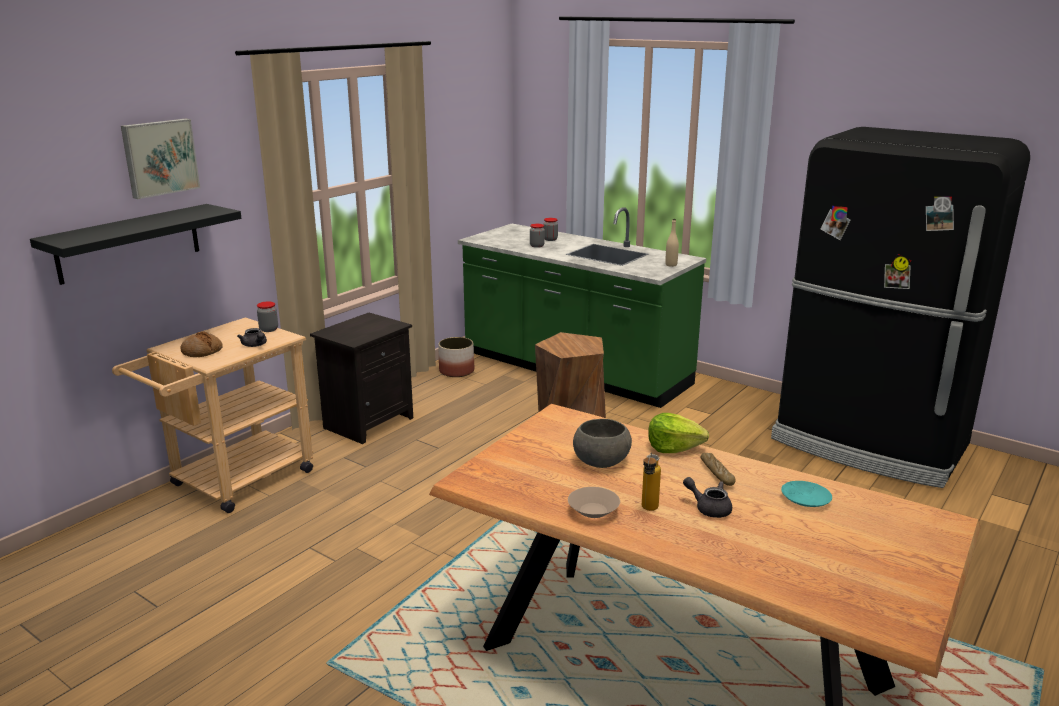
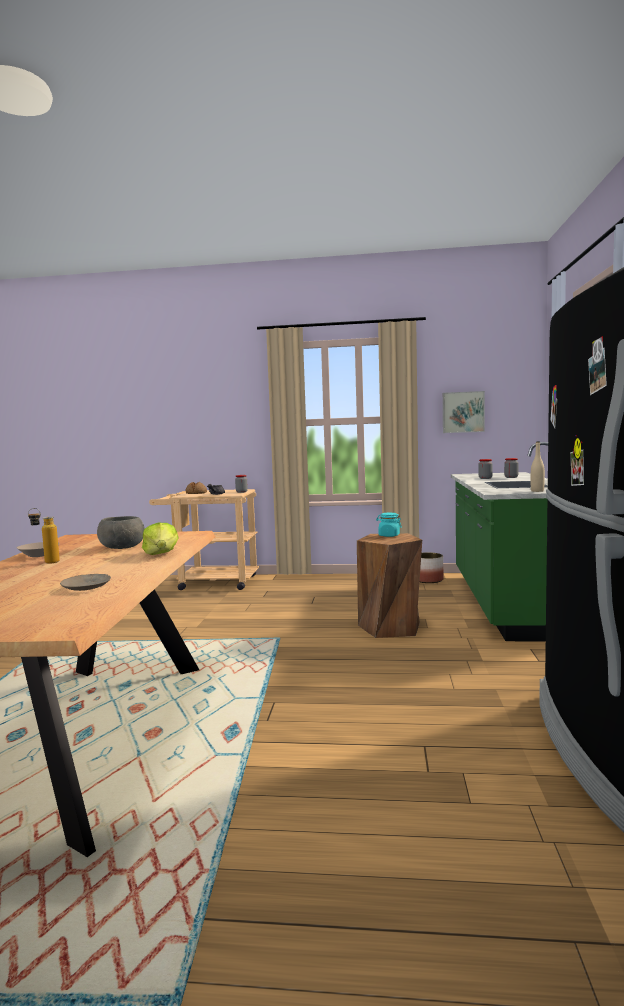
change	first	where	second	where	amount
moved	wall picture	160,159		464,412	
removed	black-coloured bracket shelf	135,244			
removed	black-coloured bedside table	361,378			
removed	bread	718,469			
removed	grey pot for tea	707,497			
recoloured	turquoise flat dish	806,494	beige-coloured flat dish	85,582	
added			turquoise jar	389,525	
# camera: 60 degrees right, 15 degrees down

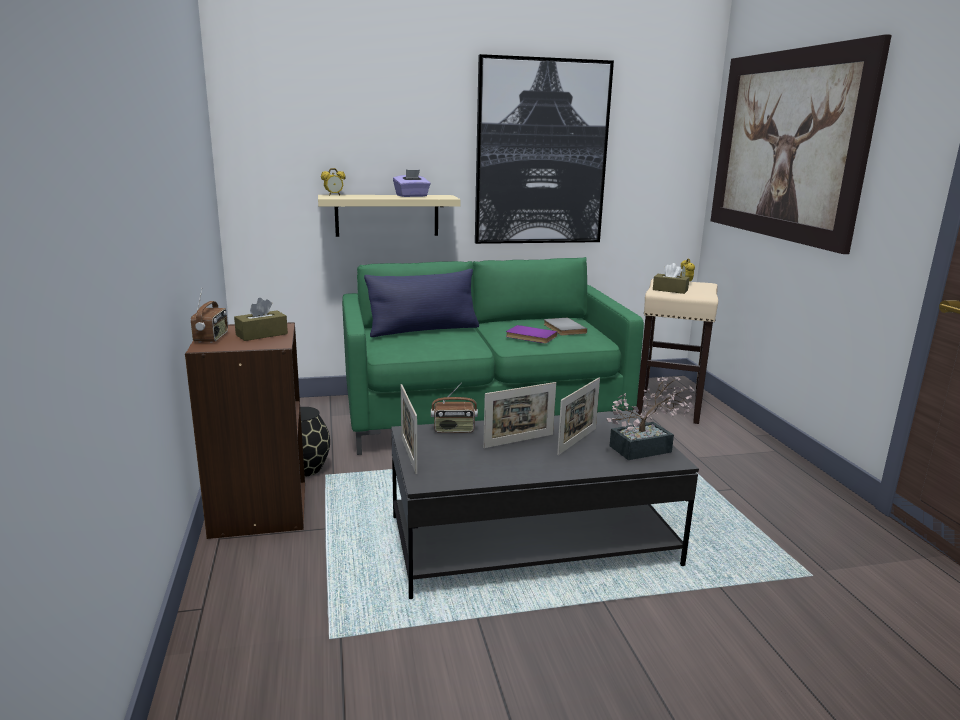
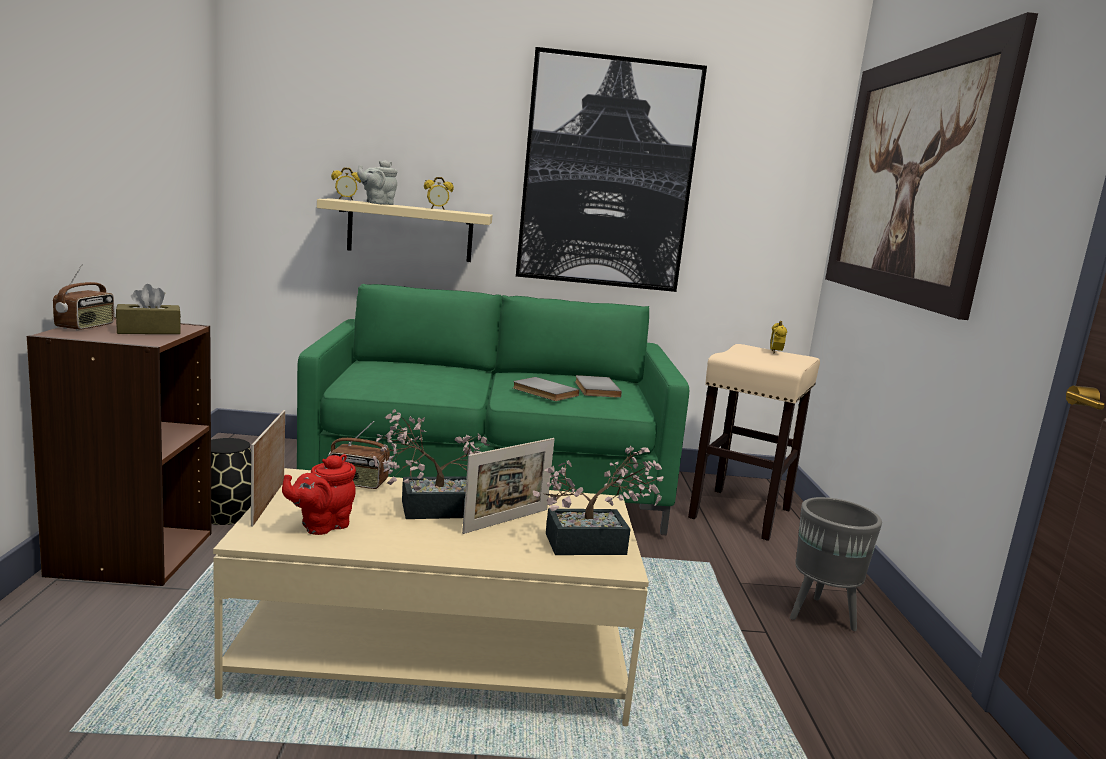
change	first	where	second	where	amount
replaced	purple-coloured tissue holder	412,183	table clock	439,193	
removed	brownish tissue holder	671,278			
removed	bluish cushion	421,303			
recoloured	purple-coloured bound book	532,334	grey bound book	546,389	
replaced	standing frame	519,415	houseplant	431,464	
recoloured	black-coloured coffee table	545,504	beige-coloured coffee table	431,597	
added			grey pot for tea	377,182	
added			red-coloured pot for tea	319,494	
added			grey plant pot	836,564	
# camera: 10 degrees right, 5 degrees down

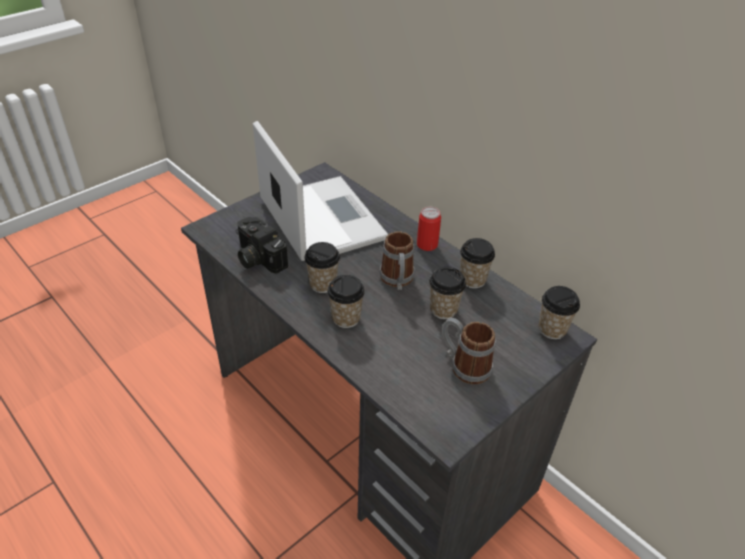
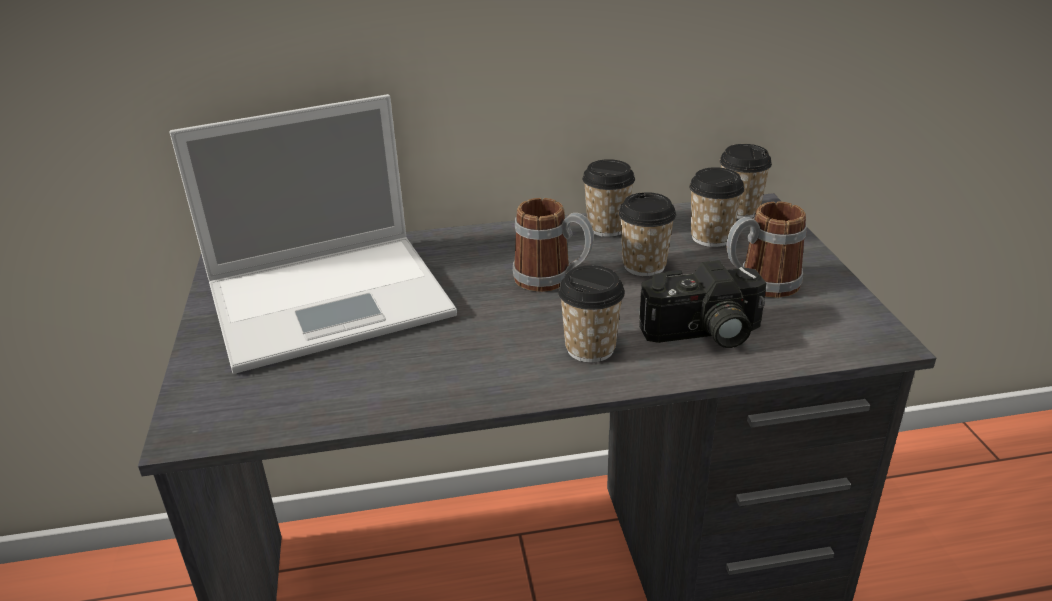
change	first	where	second	where	amount
turned	notebook computer	321,191		313,234	150 degrees clockwise
removed	metal can	429,229			
moved	photo camera	262,245		702,304	
moved	cup	322,267		716,207	
# camera: 55 degrees left, 10 degrees down

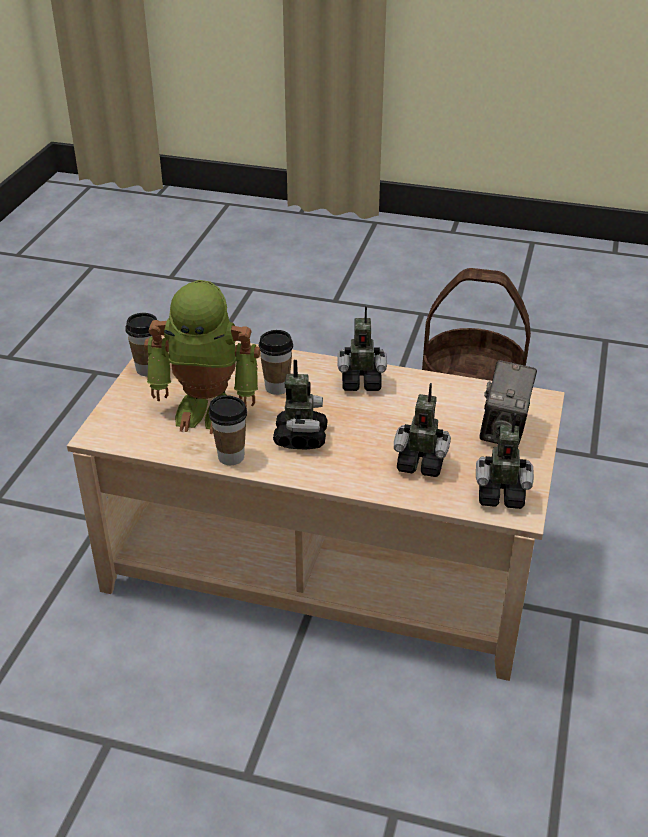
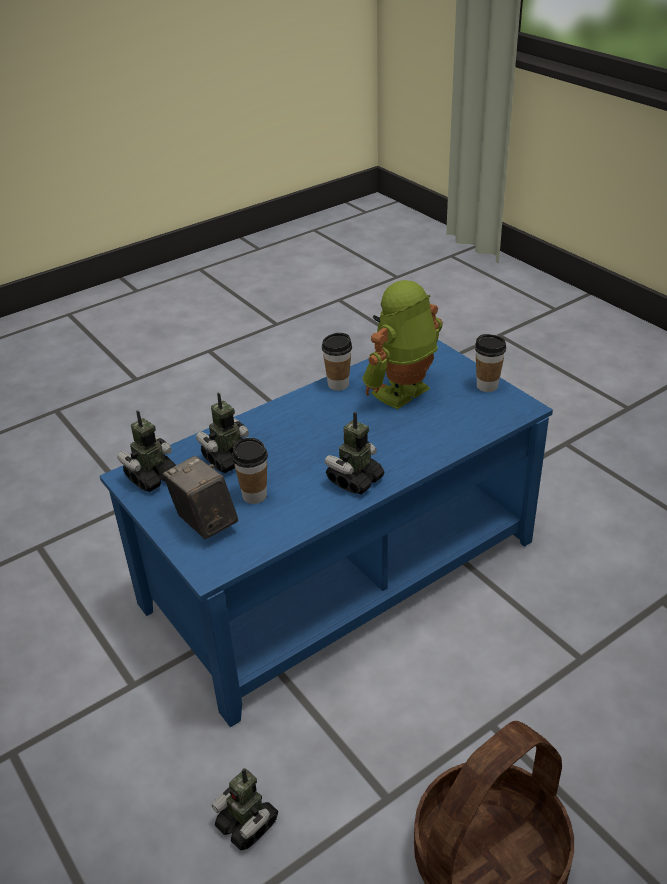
change	first	where	second	where	amount
moved	cup	275,362		250,471	
recoloured	beige-coloured coffee table	316,508	bluish coffee table	326,533	
moved	model robot	300,404		245,809	
# camera: 130 degrees right, 0 degrees up

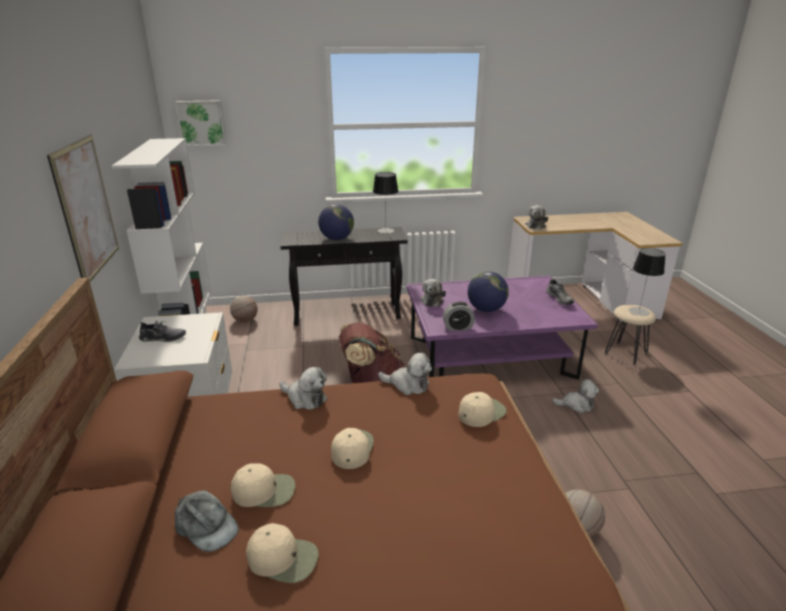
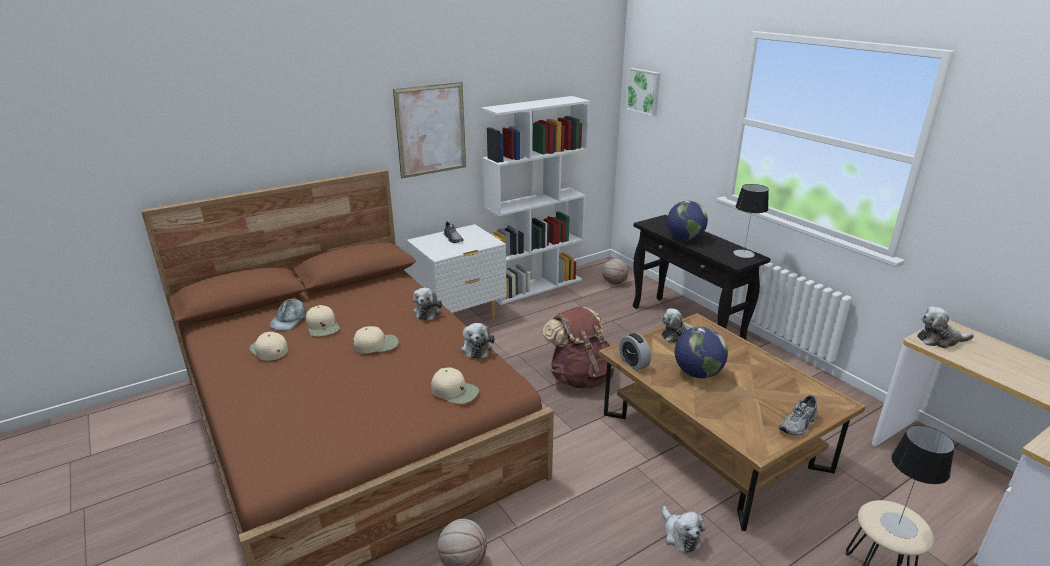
change	first	where	second	where	amount
recoloured	purple-coloured coffee table	502,328	brownish coffee table	732,422	
turned	beige-coloured peaked cap	282,553		269,346	150 degrees clockwise
# camera: 65 degrees right, 0 degrees up

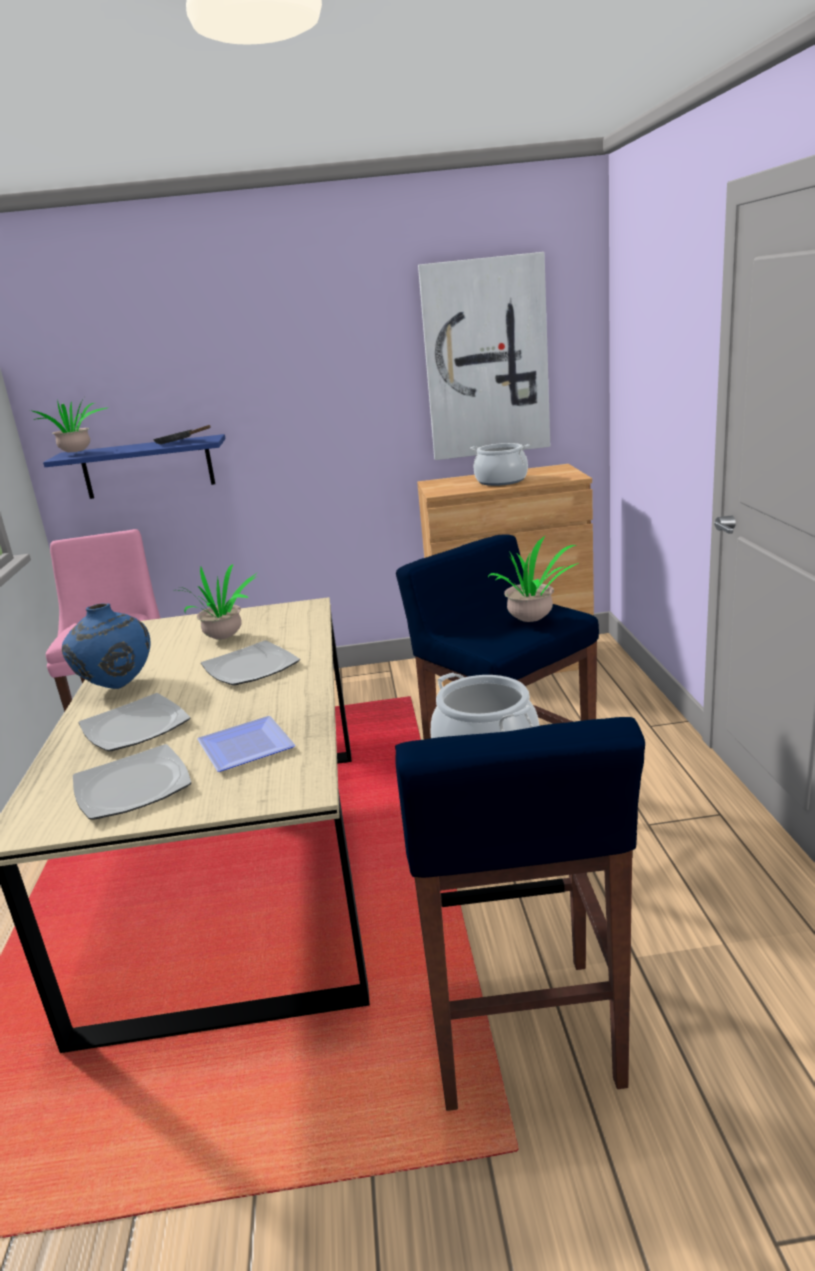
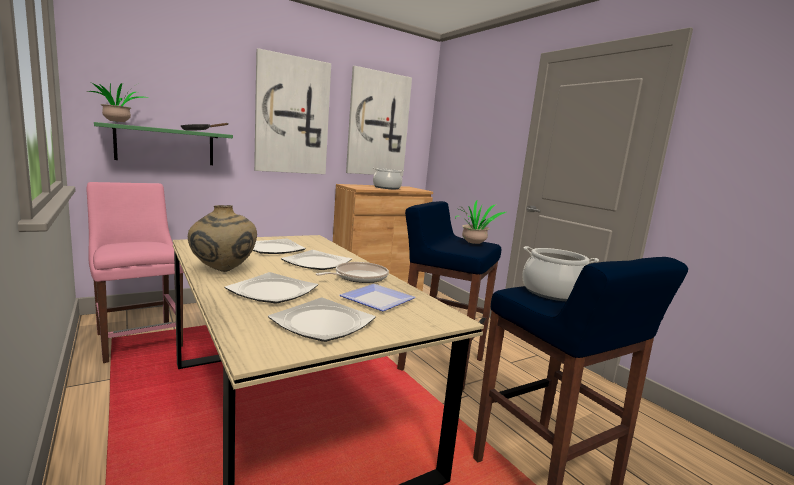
change	first	where	second	where	amount
recoloured	bluish bracket shelf	134,466	green bracket shelf	163,143	
replaced	houseplant	218,602	flat dish	279,246	
recoloured	bluish decorative vase	106,646	beige-coloured decorative vase	222,238	
added			wall picture	292,111	
added			frying pan	352,272	
# camera: 30 degrees left, 10 degrees down

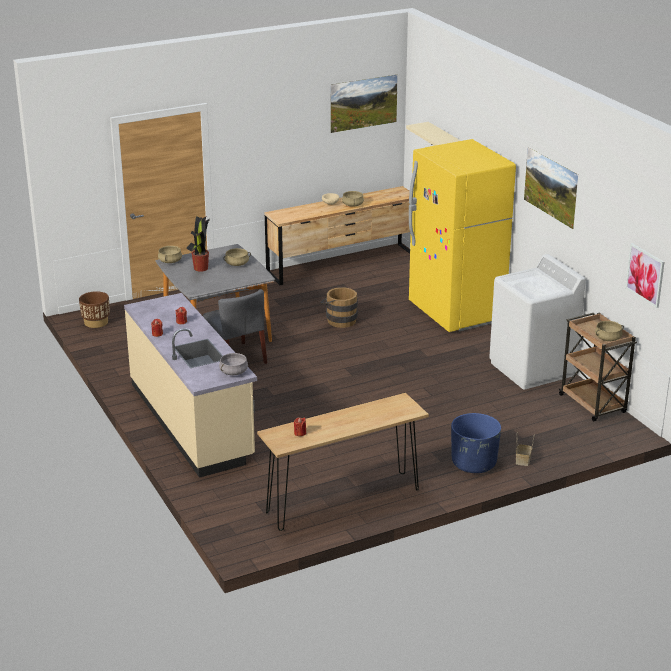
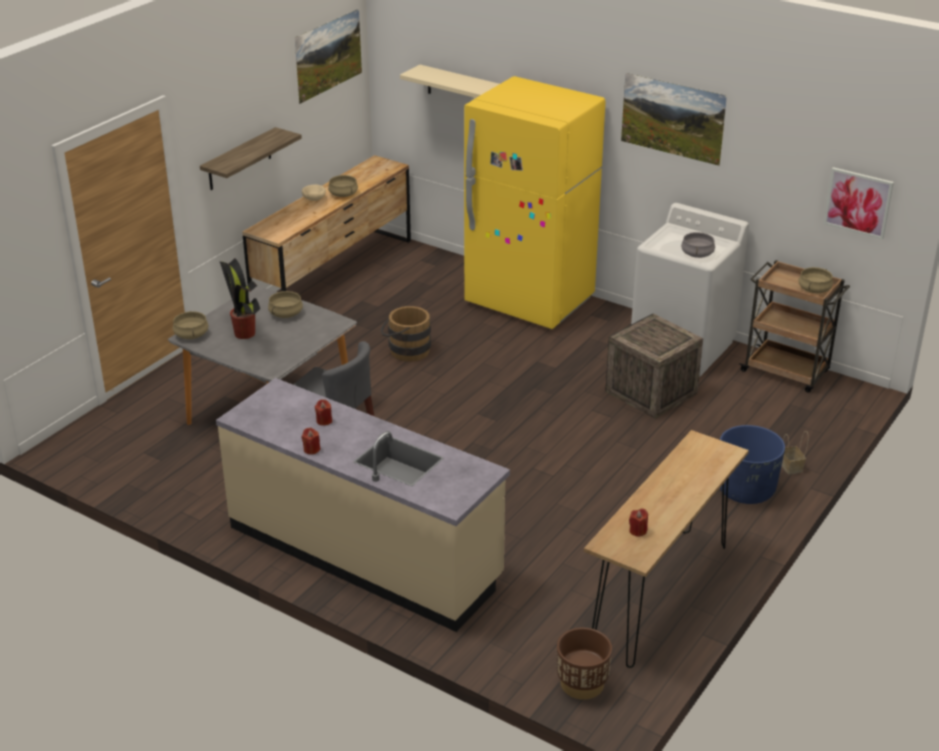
change	first	where	second	where	amount
moved	brownish plant pot	94,309		584,664	
moved	grey stockpot	233,364		698,245	
added			bracket shelf	251,158	
added			crate	654,366	
# camera: 30 degrees left, 5 degrees up

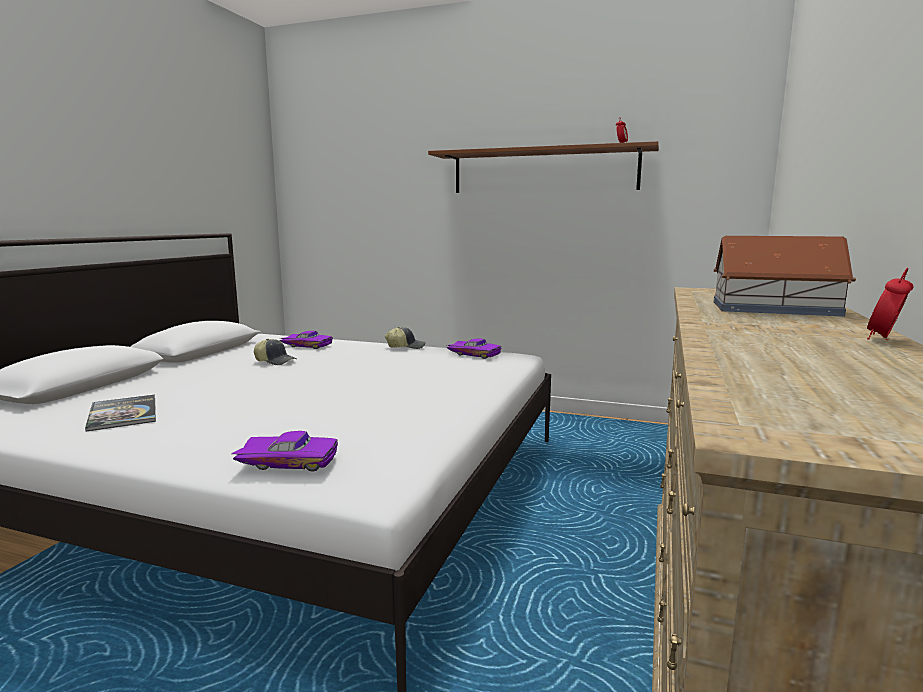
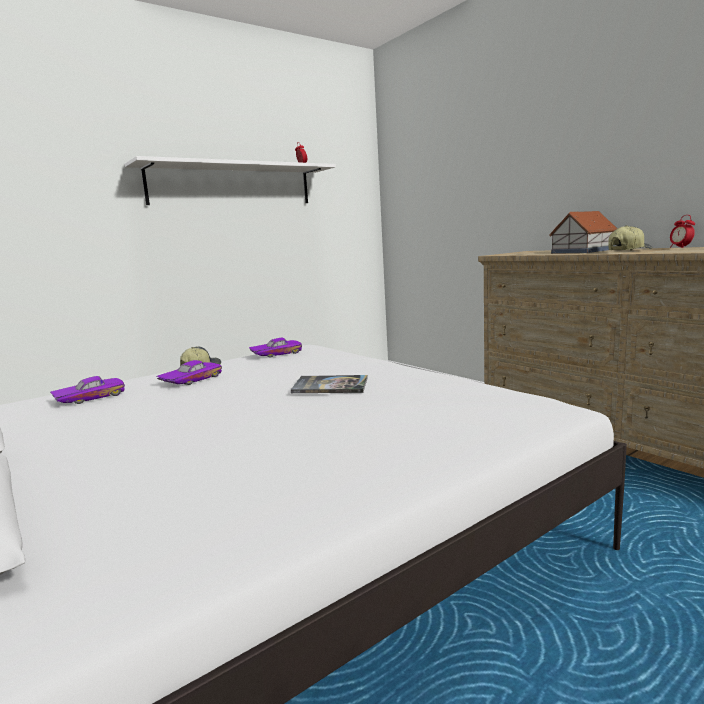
change	first	where	second	where	amount
recoloured	brownish bracket shelf	543,167	white-coloured bracket shelf	230,180	
moved	peaked cap	275,352		630,238	
moved	bound book	120,413		329,384	
moved	purple-coloured model car	285,451		189,372	
# camera: 55 degrees left, 0 degrees up

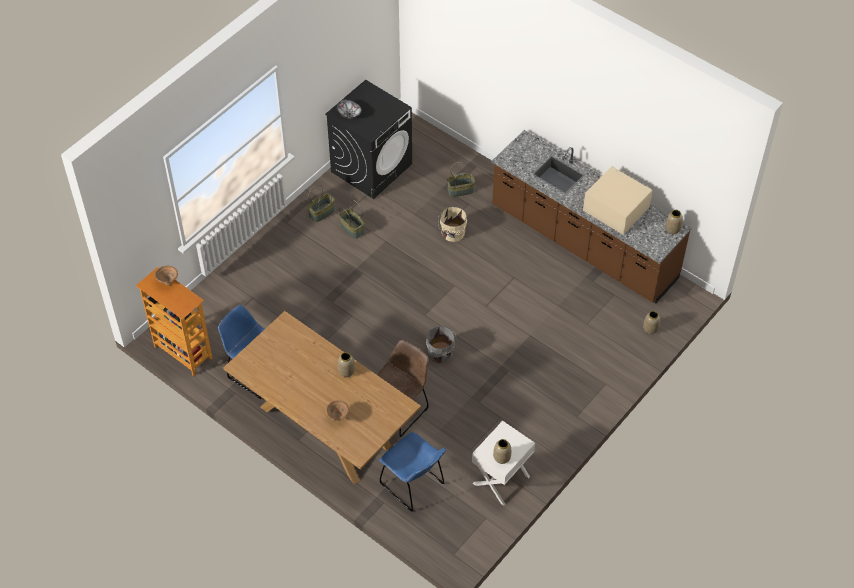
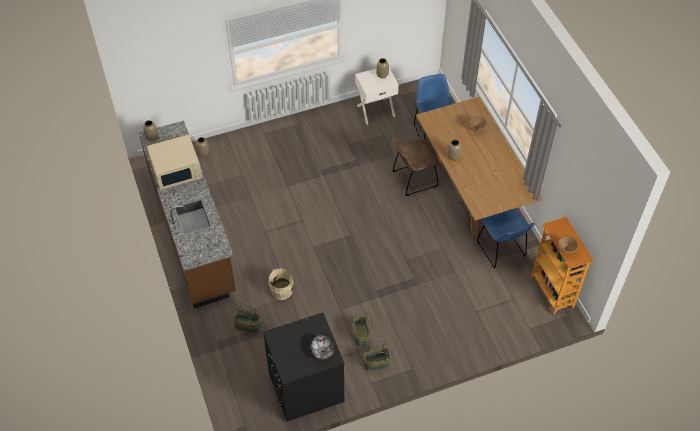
change	first	where	second	where	amount
turned	beige-coloured microwave	618,200		174,162	90 degrees counterclockwise
removed	grey bucket	441,344			
# camera: 150 degrees left, 0 degrees up

